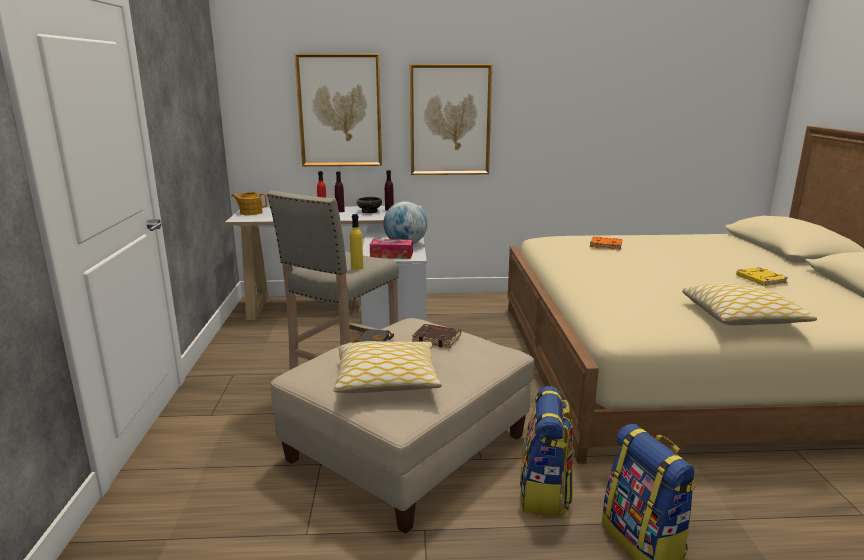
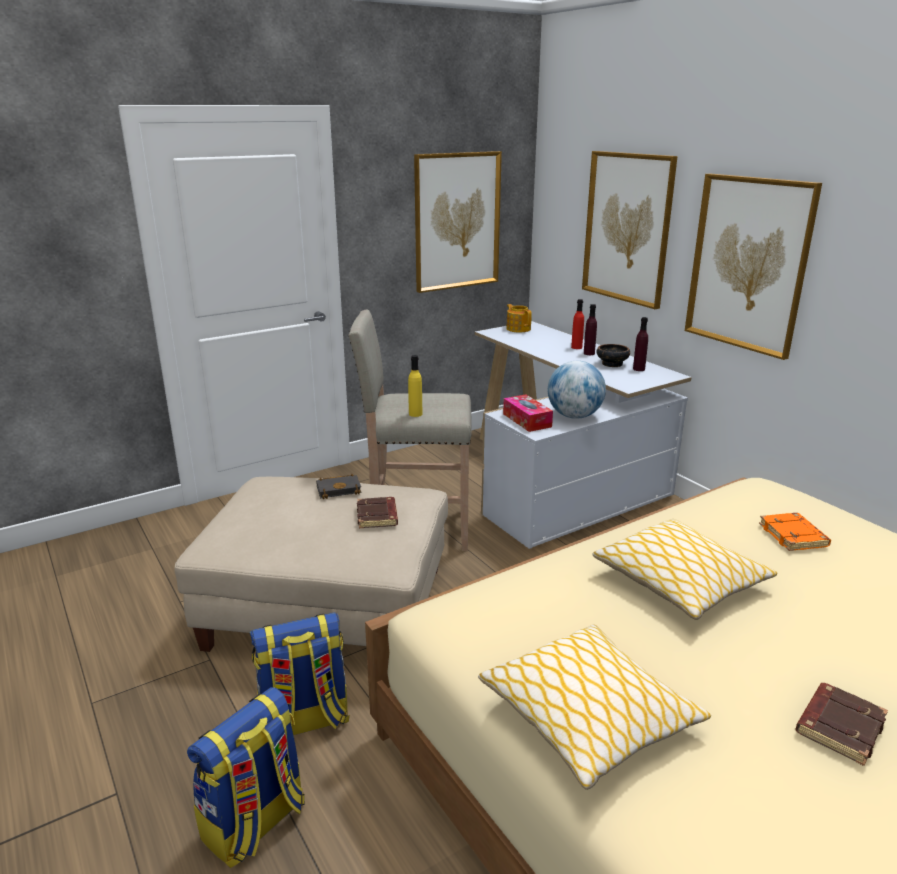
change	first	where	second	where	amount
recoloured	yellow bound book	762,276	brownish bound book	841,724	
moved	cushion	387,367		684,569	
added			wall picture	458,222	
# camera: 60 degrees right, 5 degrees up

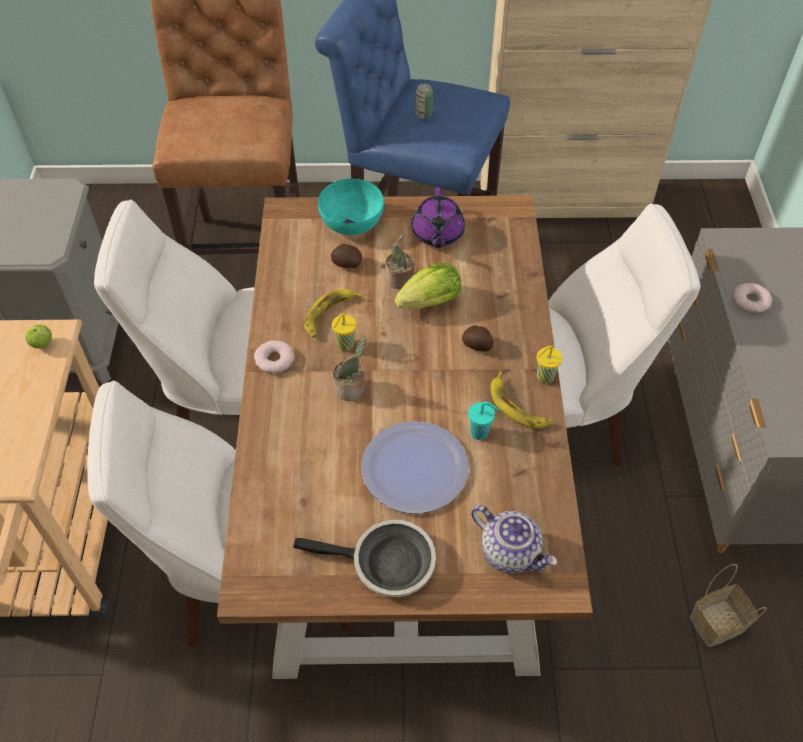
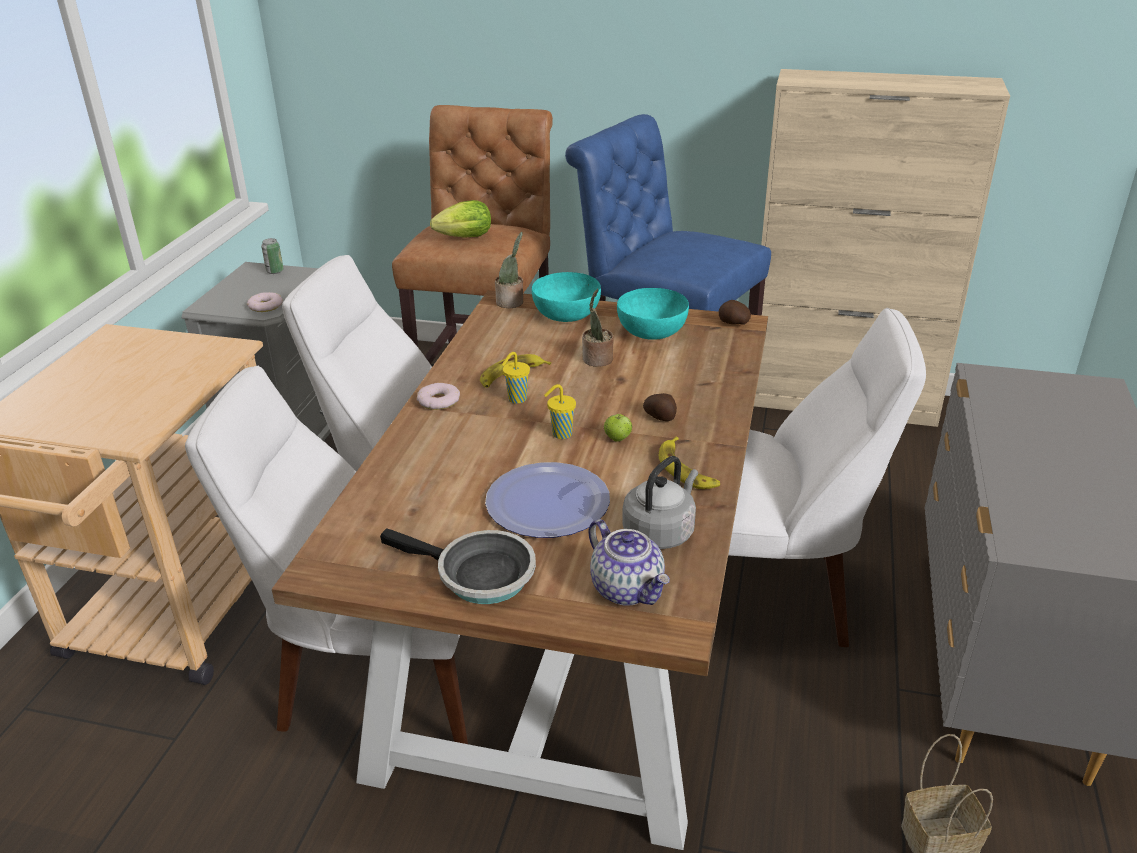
change	first	where	second	where	amount
moved	metal can	424,101		272,256	
replaced	purple-coloured pot for tea	438,217	turquoise bowl	653,314	
moved	potato	346,256		735,312	
moved	lettuce	428,286		460,219	
moved	doughnut	752,298		265,302	
moved	apple fruit	38,336		618,428	
moved	houseplant	349,368		509,270	
moved	yellow cup	549,365		560,411	
removed	turquoise cup	483,421			
added			grey water kettle	660,502	
# camera: 15 degrees right, 20 degrees down

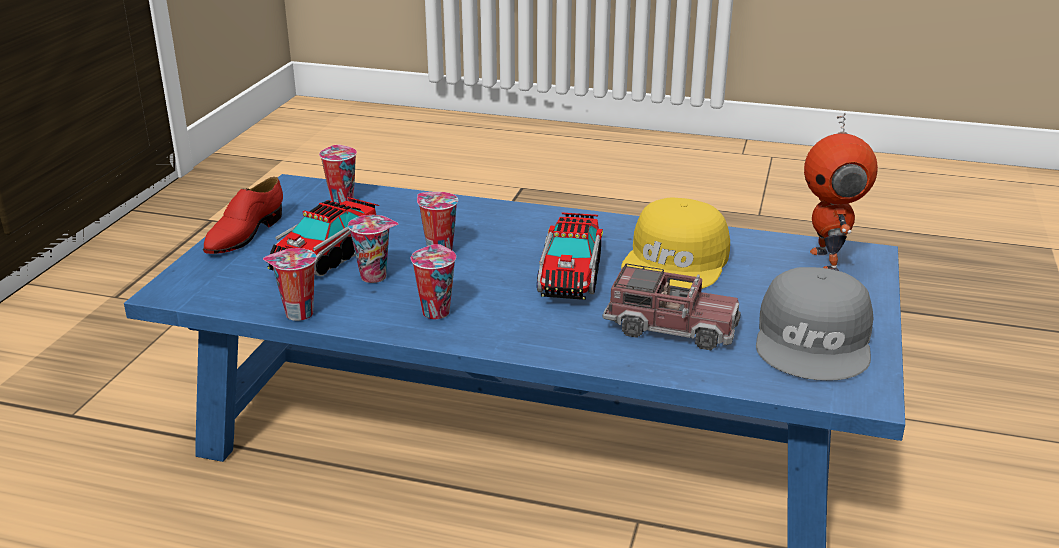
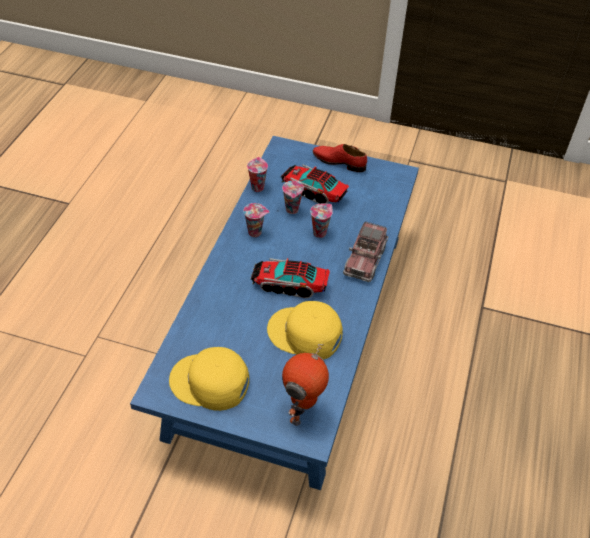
change	first	where	second	where	amount
turned	model robot	841,192		305,385	60 degrees counterclockwise
removed	cup	338,174			
moved	toy lorry	672,307		365,251	
recoloured	grey peaked cap	814,324	yellow peaked cap	209,379	
# camera: 90 degrees right, 20 degrees up

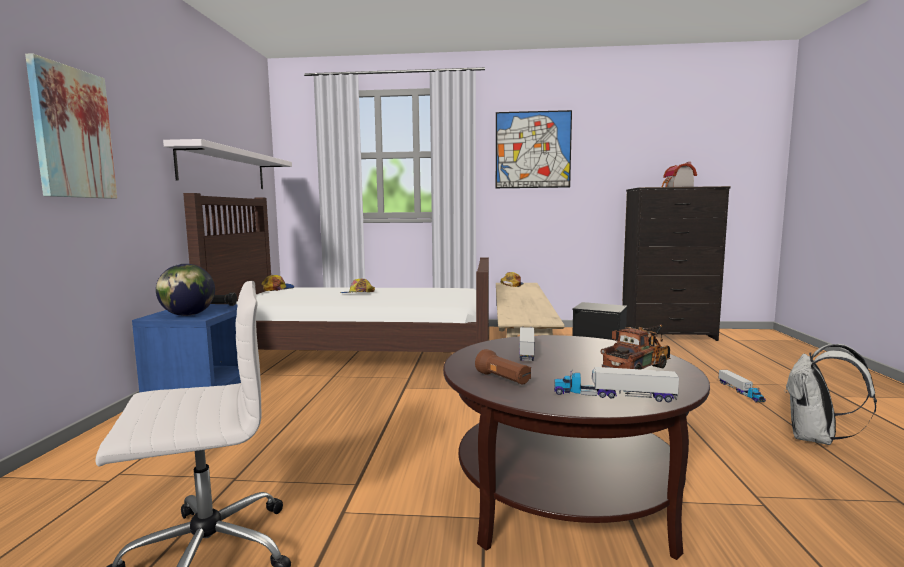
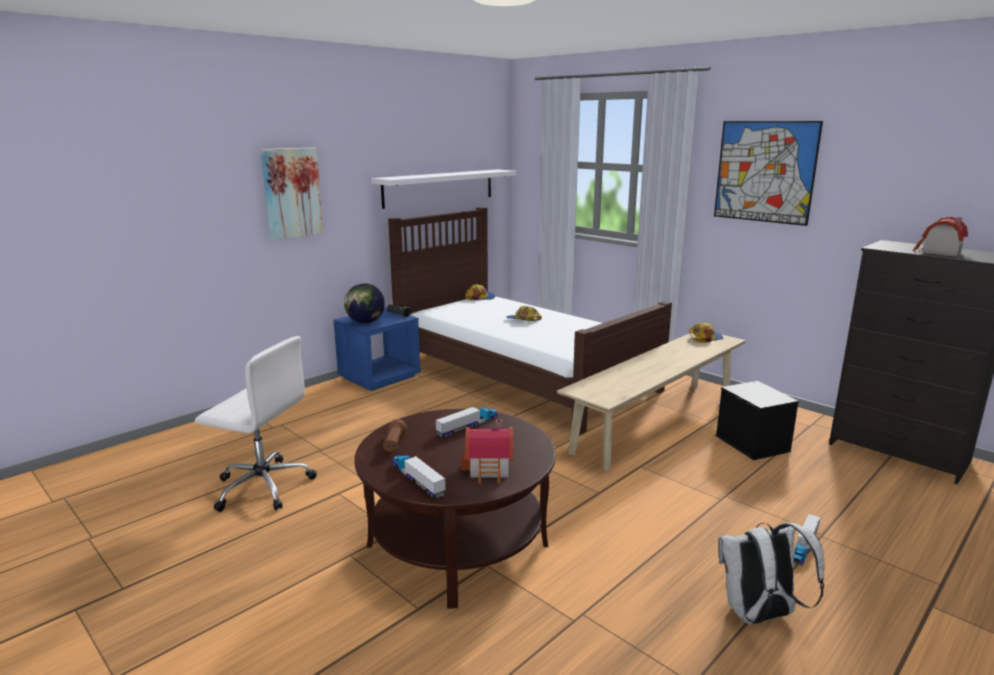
change	first	where	second	where	amount
replaced	toy lorry	636,347	model house	487,452	
# camera: 40 degrees right, 10 degrees up

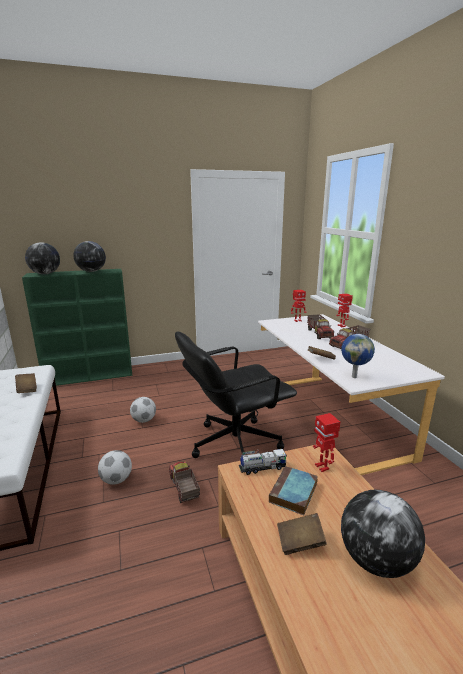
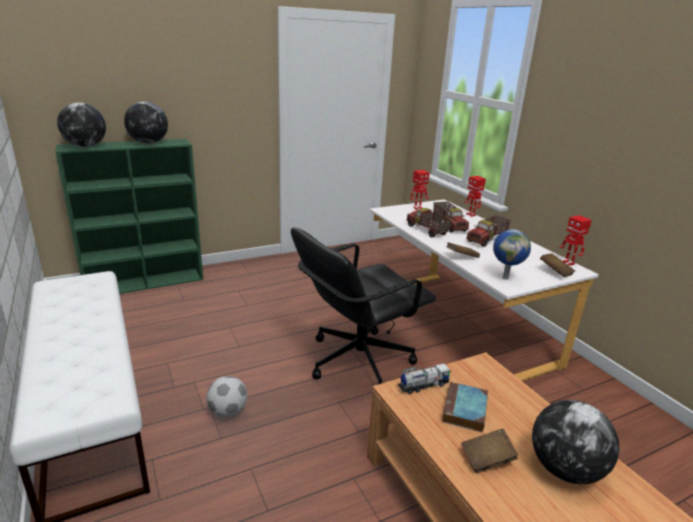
change	first	where	second	where	amount
moved	brownish bound book	26,383		557,265	
removed	football	143,410			
moved	model robot	326,442		576,240	
moved	toy lorry	184,482		429,222	
# camera: 10 degrees left, 5 degrees up

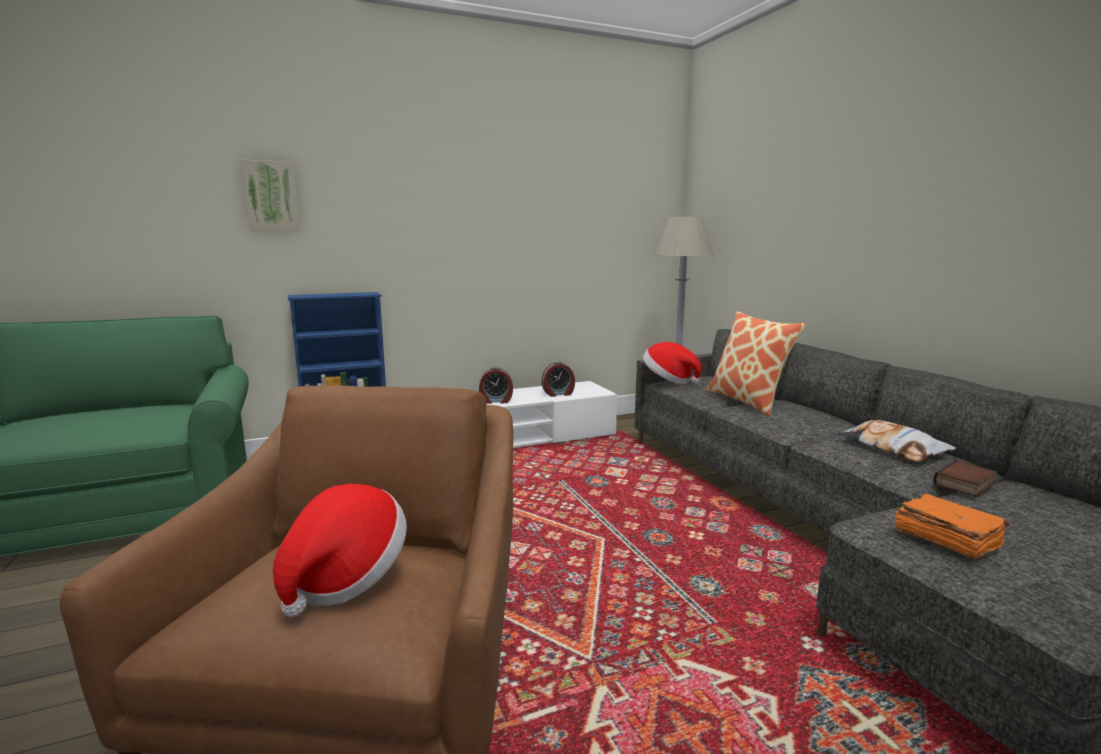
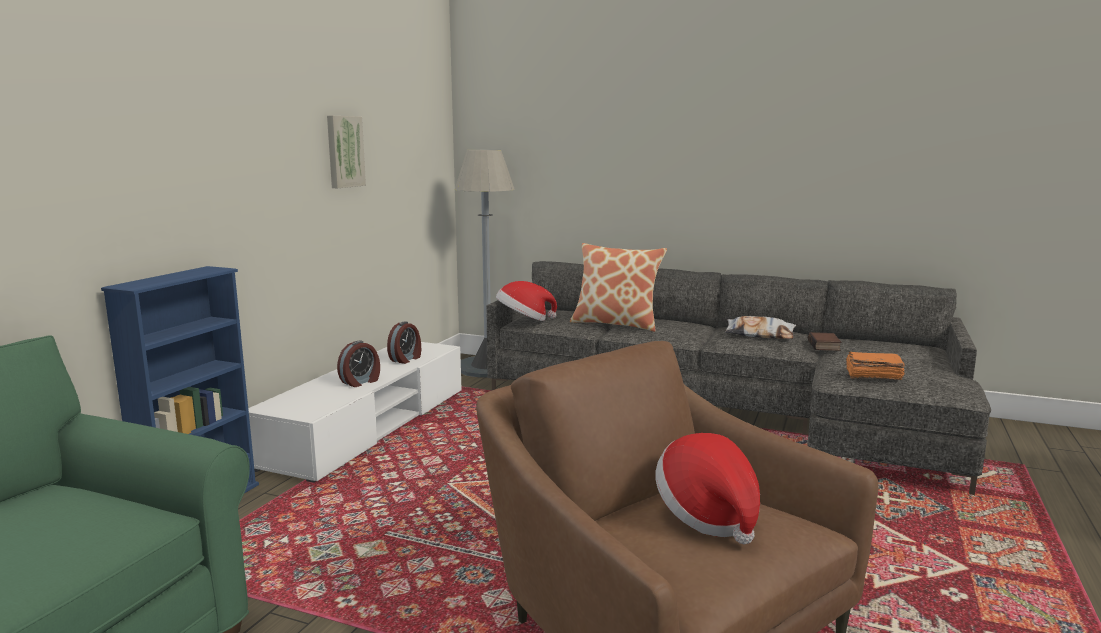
change	first	where	second	where	amount
moved	wall picture	271,195		346,152	
# camera: 45 degrees left, 0 degrees up

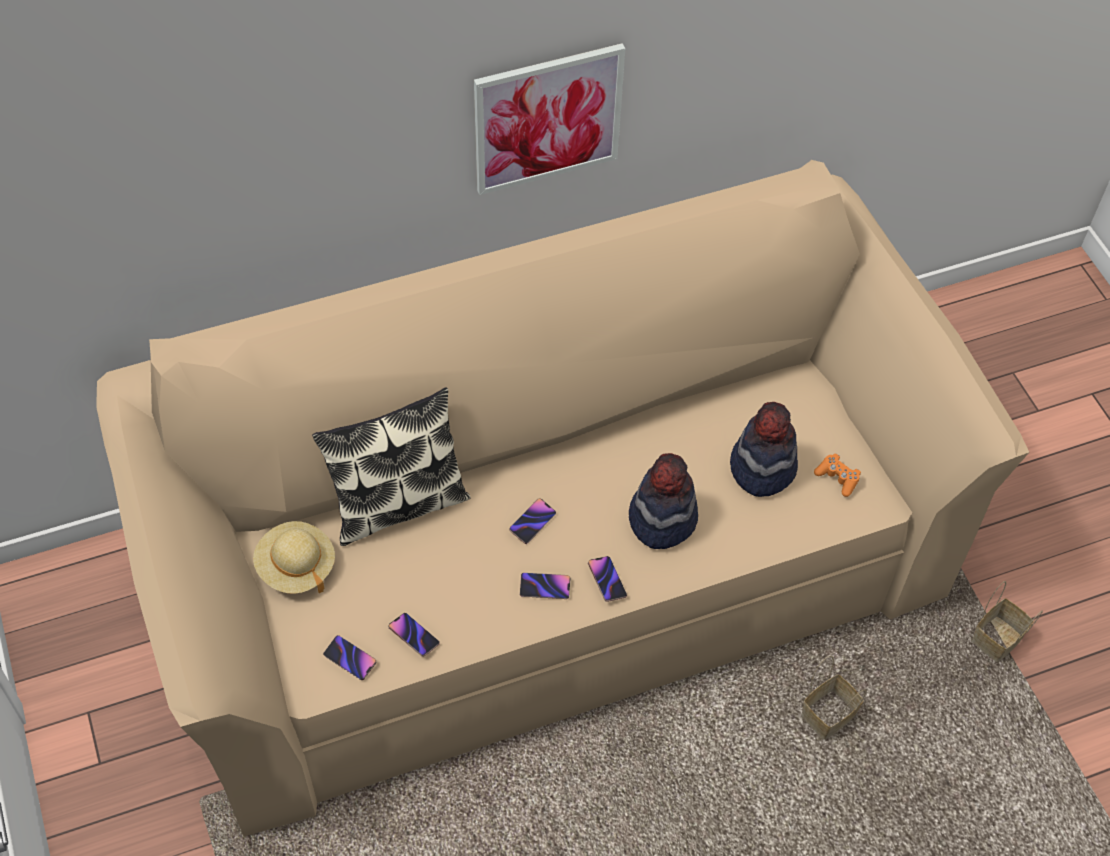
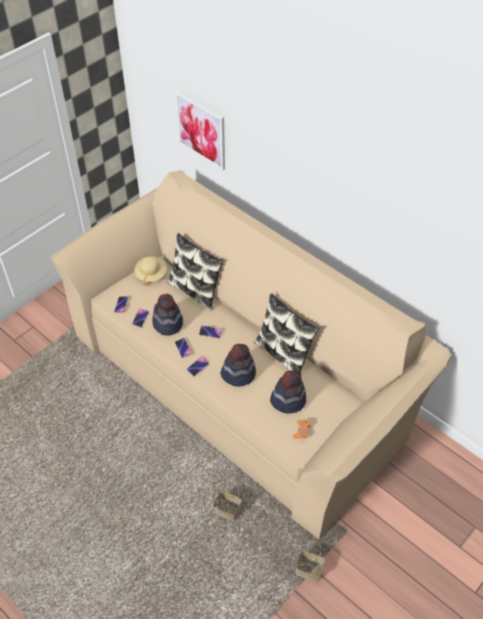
change	first	where	second	where	amount
moved	wall picture	549,119		200,130	
added			cushion	286,334	
added			clothing hat	167,315	
# camera: 65 degrees right, 5 degrees down

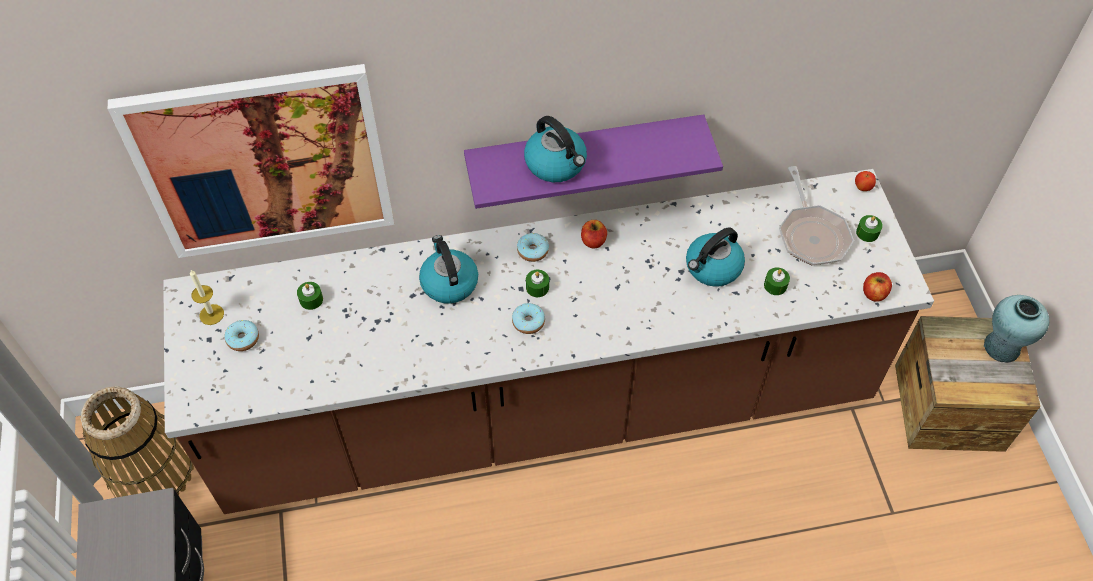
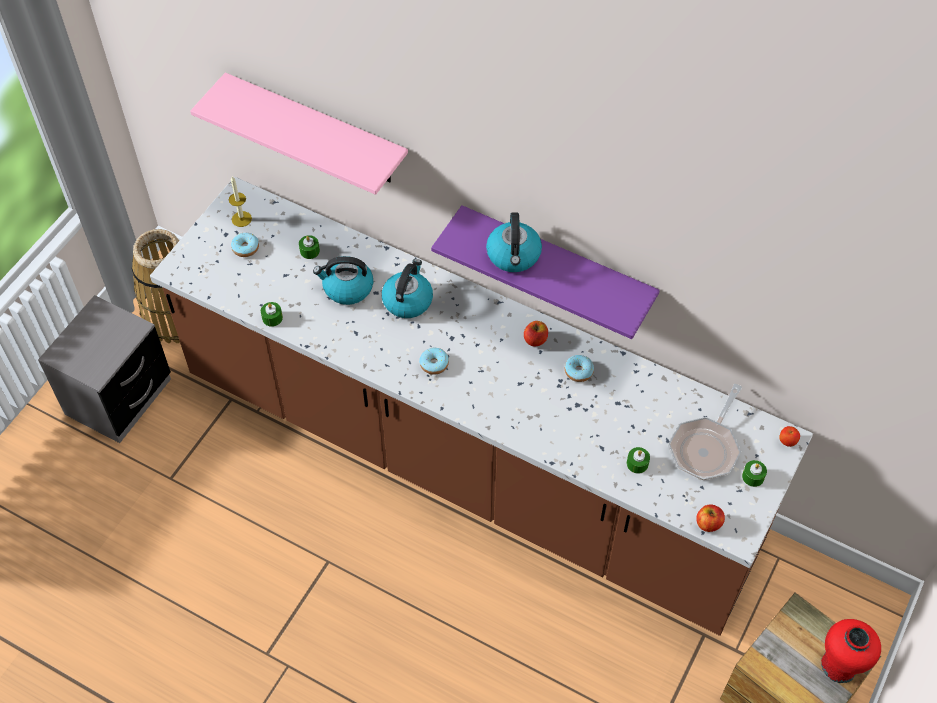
change	first	where	second	where	amount
replaced	wall picture	251,161	pink bracket shelf	299,134	
moved	water kettle	715,256		343,280	
moved	doughnut	533,247		579,368	
moved	green wax candle	537,283		272,314	
recoloured	turquoise decorative vase	1016,329	red-coloured decorative vase	851,651	
# camera: 40 degrees right, 0 degrees up

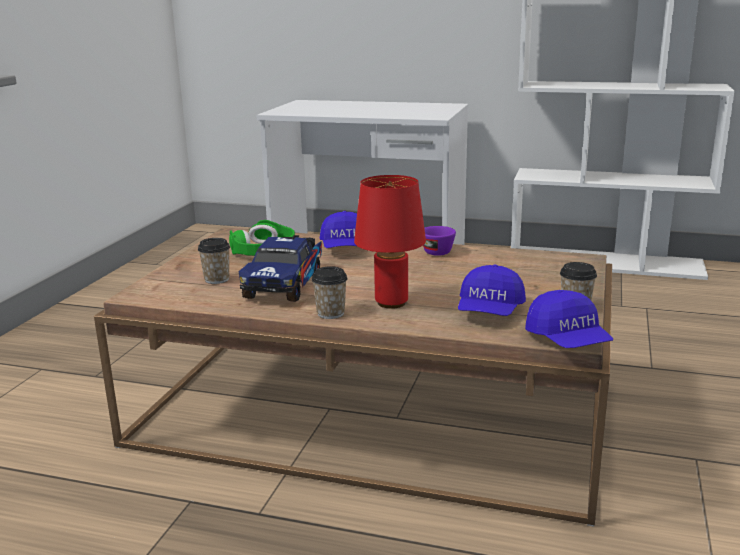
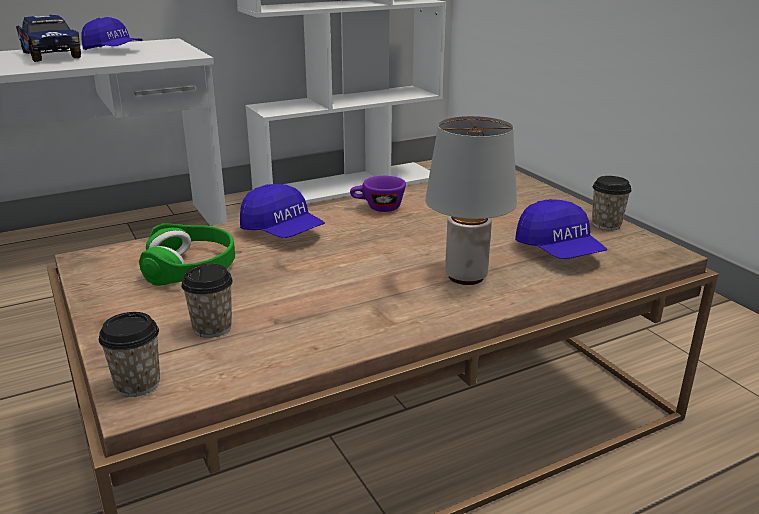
change	first	where	second	where	amount
recoloured	red-coloured lamp for a table	390,242	grey lamp for a table	471,200	
moved	toy lorry	280,268		48,38	
moved	cup	329,292		129,354	
moved	bluish peaked cap	569,319		112,33	
# camera: 45 degrees left, 5 degrees up

